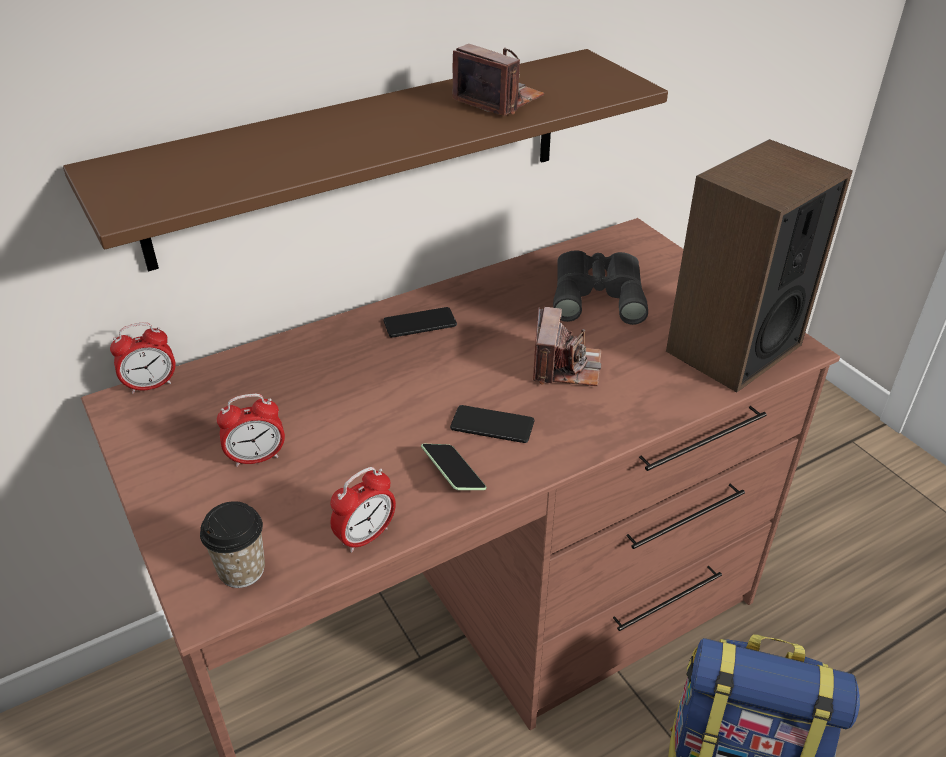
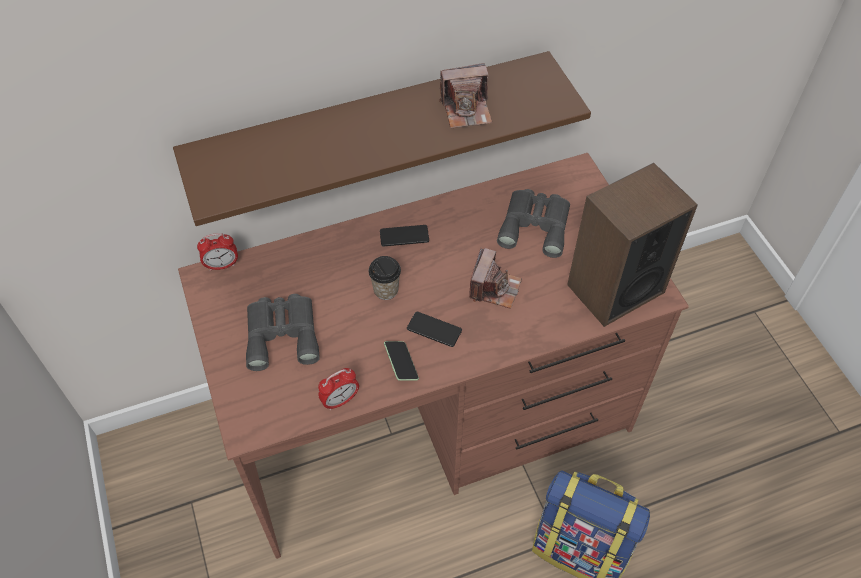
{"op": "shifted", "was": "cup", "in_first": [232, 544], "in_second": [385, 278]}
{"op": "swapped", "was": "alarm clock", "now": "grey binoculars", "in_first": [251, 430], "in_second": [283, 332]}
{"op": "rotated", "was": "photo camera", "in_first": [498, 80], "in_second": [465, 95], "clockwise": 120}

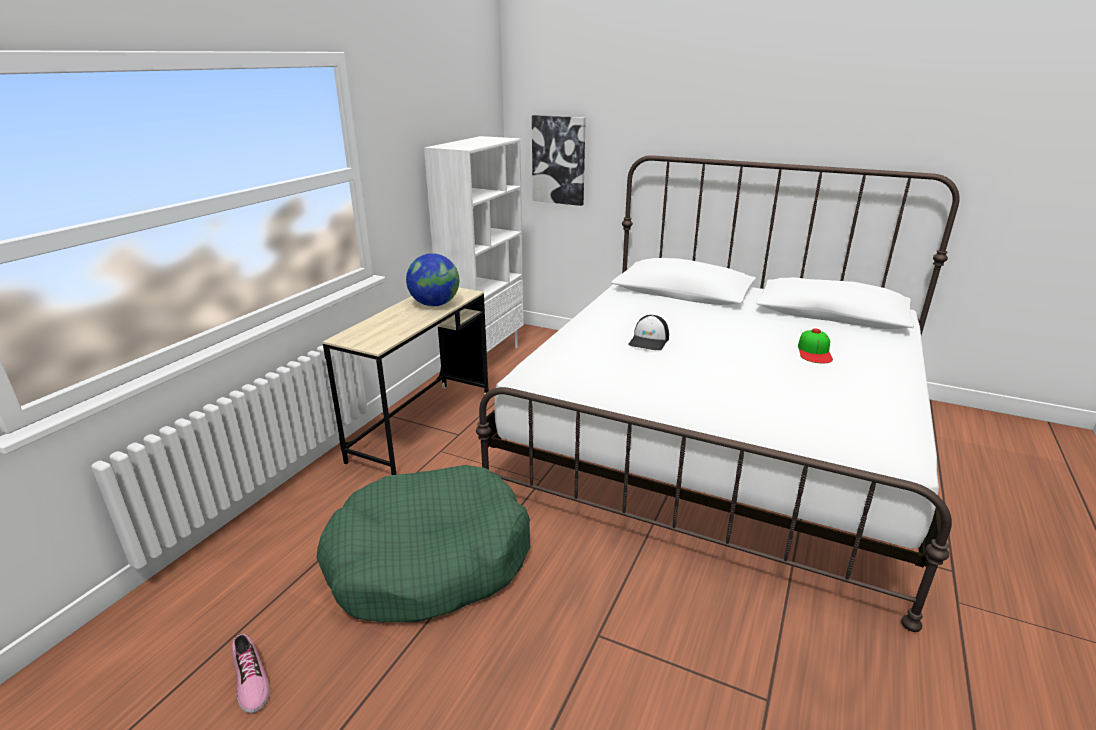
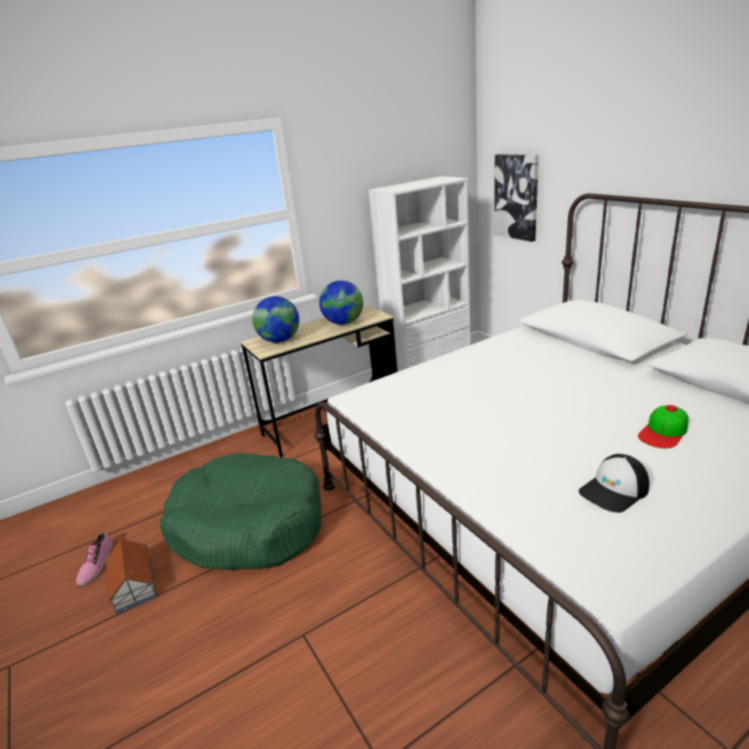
{"op": "new", "now": "toy house", "in_second": [131, 576]}
{"op": "new", "now": "globe", "in_second": [275, 319]}
{"op": "shifted", "was": "cap", "in_first": [648, 332], "in_second": [614, 483]}

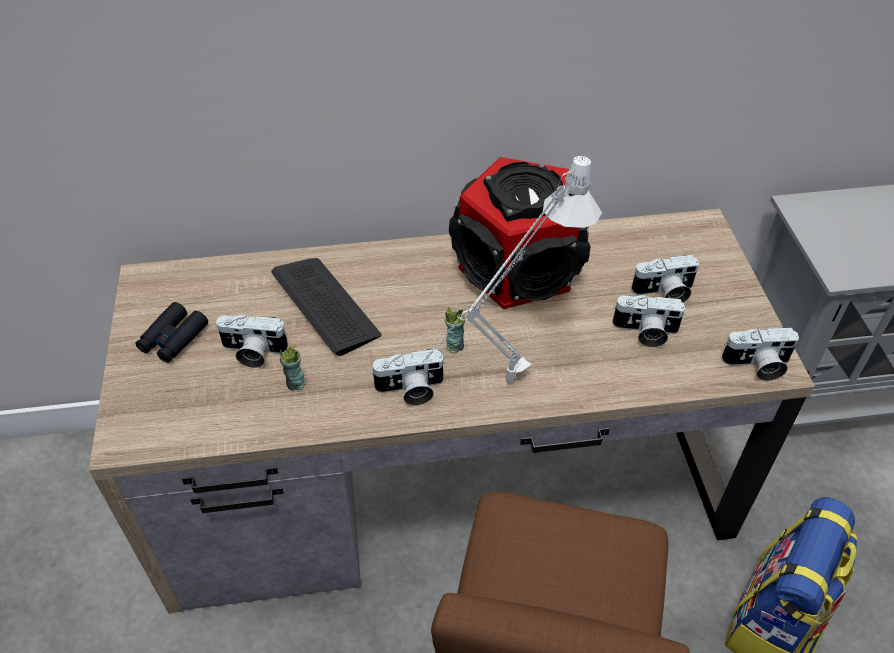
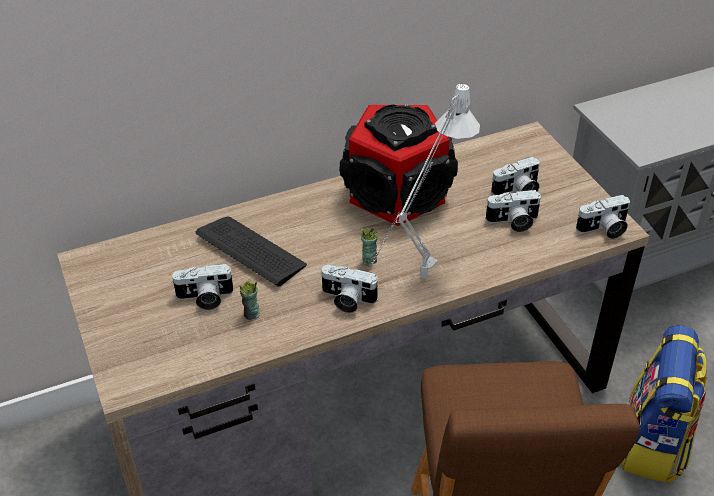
{"op": "gone", "was": "black binoculars", "in_first": [171, 332]}
{"op": "rotated", "was": "photo camera", "in_first": [408, 377], "in_second": [349, 289], "clockwise": 45}

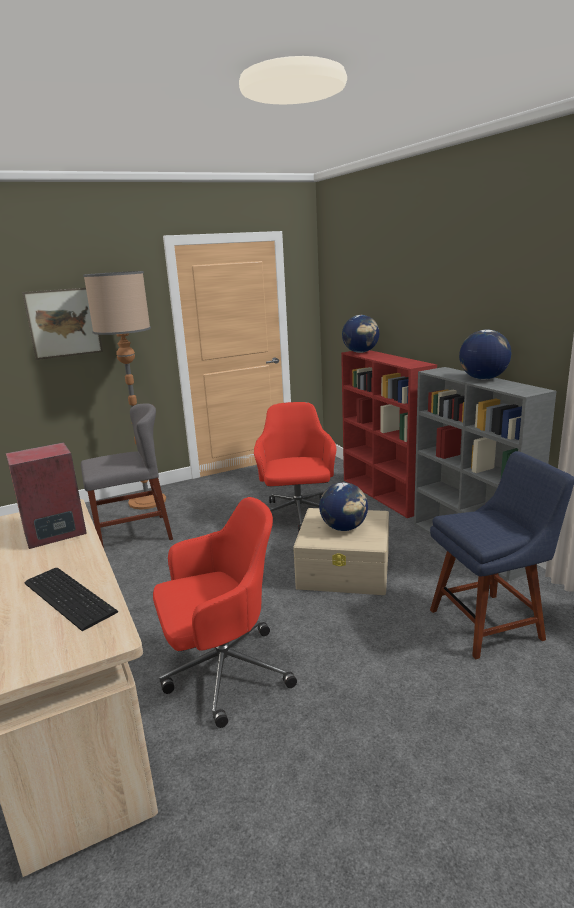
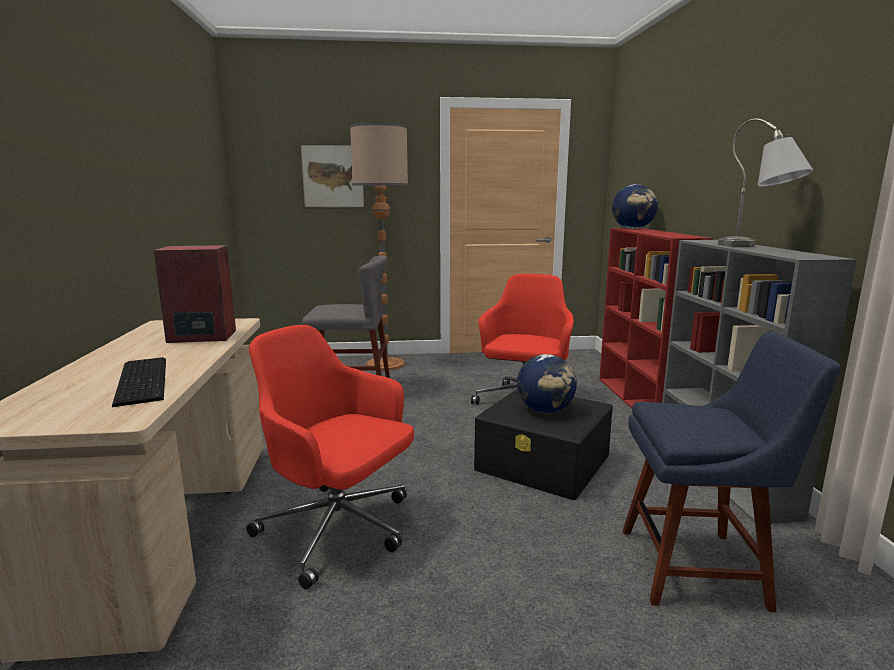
{"op": "swapped", "was": "globe", "now": "grey table lamp", "in_first": [485, 355], "in_second": [766, 182]}
{"op": "repainted", "was": "beige storage box", "now": "black storage box", "in_first": [341, 551], "in_second": [543, 444]}
{"op": "rotated", "was": "red office chair", "in_first": [225, 612], "in_second": [330, 457], "clockwise": -150}

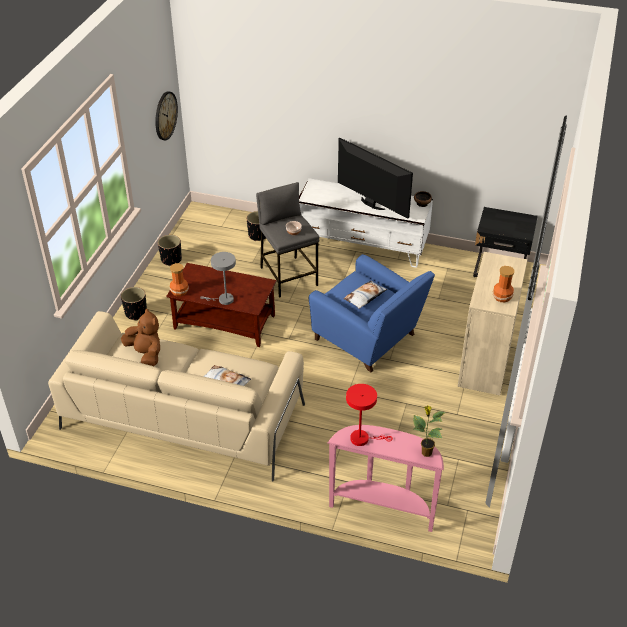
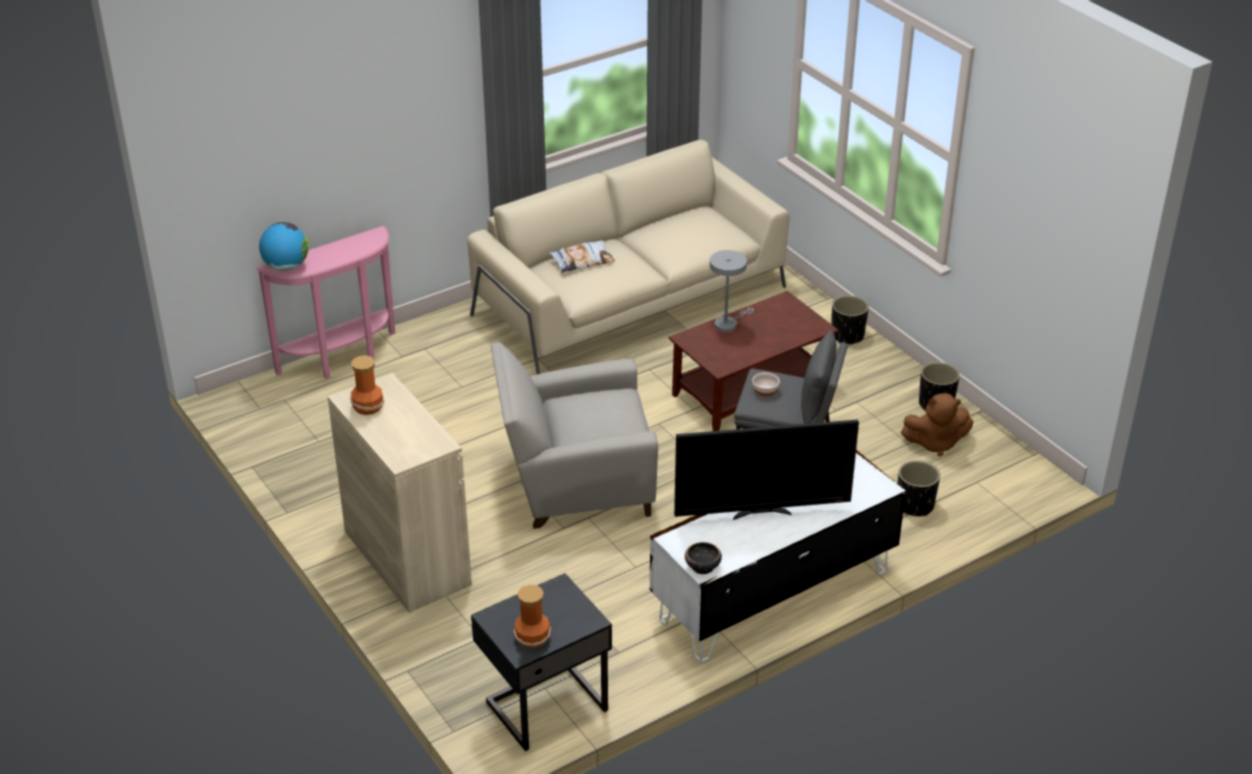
{"op": "gone", "was": "wall clock", "in_first": [166, 115]}
{"op": "gone", "was": "pillow", "in_first": [365, 295]}
{"op": "gone", "was": "red table lamp", "in_first": [369, 415]}
{"op": "shifted", "was": "brown plush toy", "in_first": [140, 337], "in_second": [937, 424]}
{"op": "shifted", "was": "vase", "in_first": [179, 279], "in_second": [532, 616]}
{"op": "swapped", "was": "potted plant", "now": "globe", "in_first": [429, 431], "in_second": [284, 246]}
{"op": "repainted", "was": "blue armchair", "now": "beige armchair", "in_first": [372, 313], "in_second": [574, 435]}

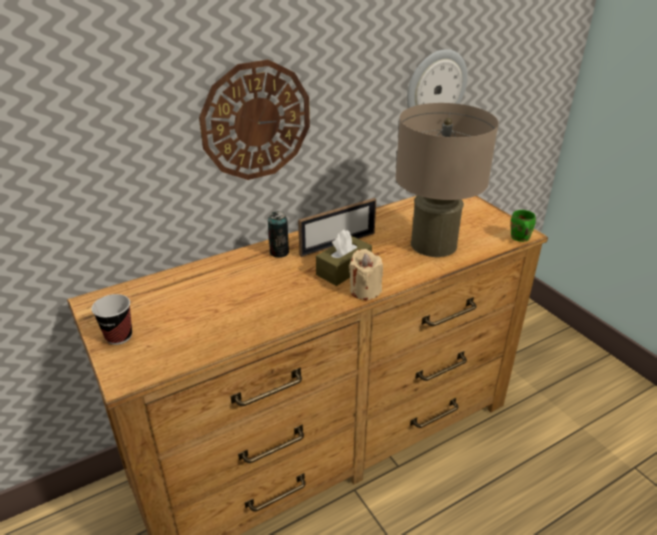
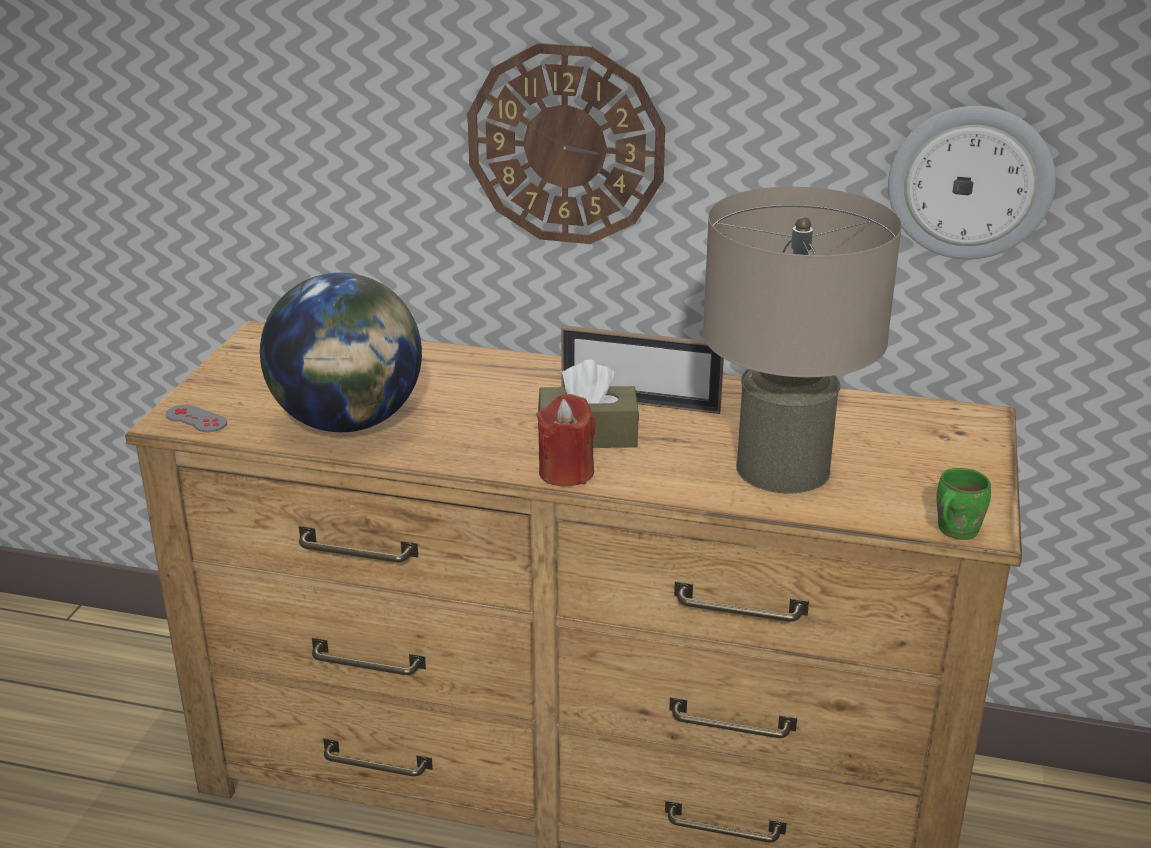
{"op": "gone", "was": "cup", "in_first": [111, 319]}
{"op": "gone", "was": "can", "in_first": [278, 234]}
{"op": "new", "now": "grey game controller", "in_second": [196, 418]}
{"op": "new", "now": "globe", "in_second": [341, 352]}
{"op": "repainted", "was": "beige candle", "now": "red candle", "in_first": [366, 274], "in_second": [566, 440]}

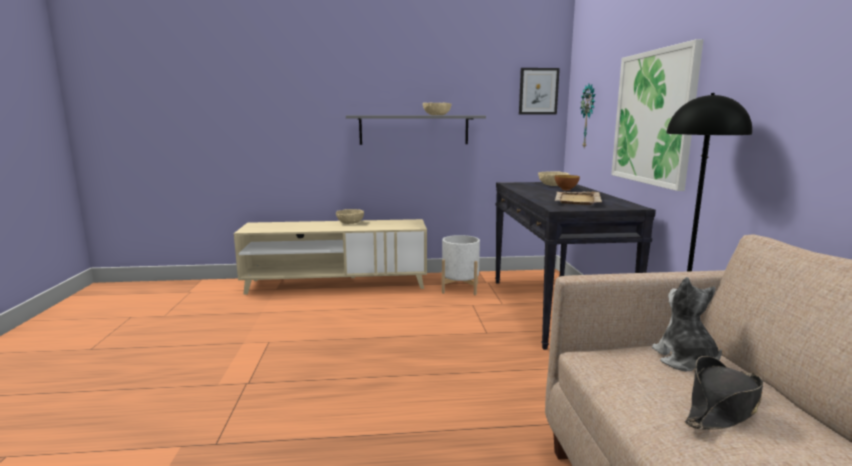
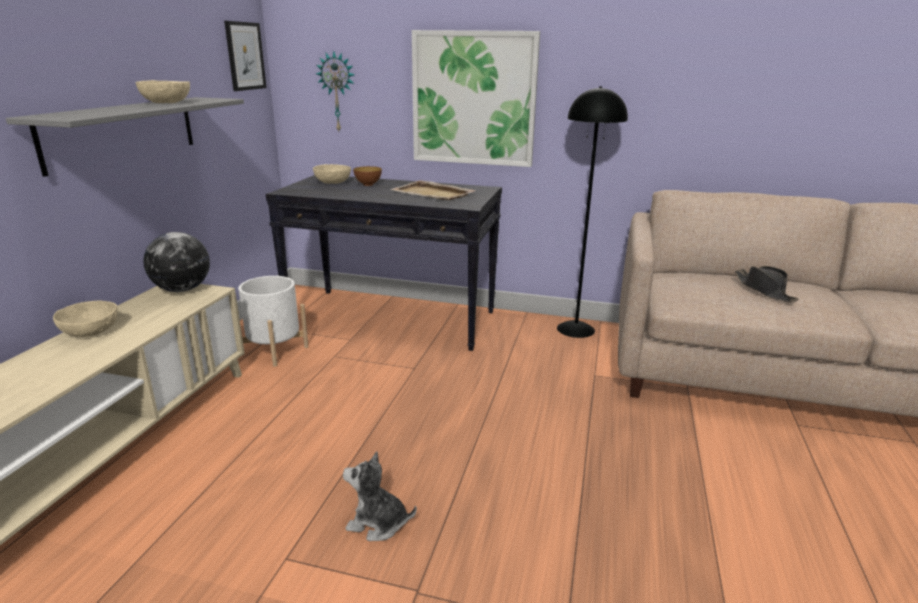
{"op": "new", "now": "globe", "in_second": [176, 262]}
{"op": "shifted", "was": "plush toy", "in_first": [687, 324], "in_second": [380, 496]}

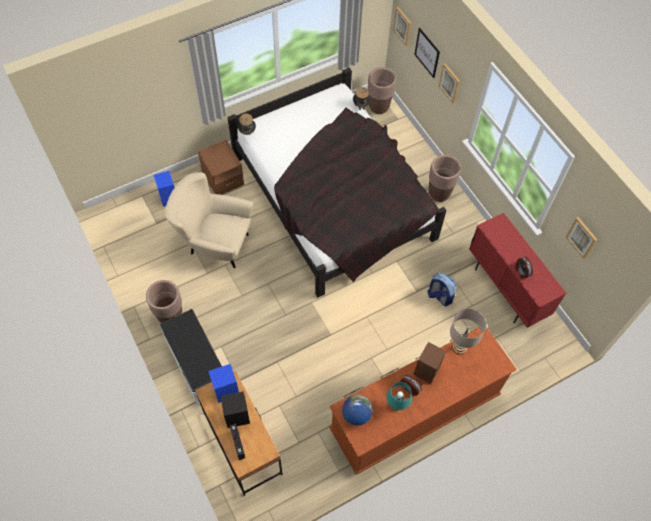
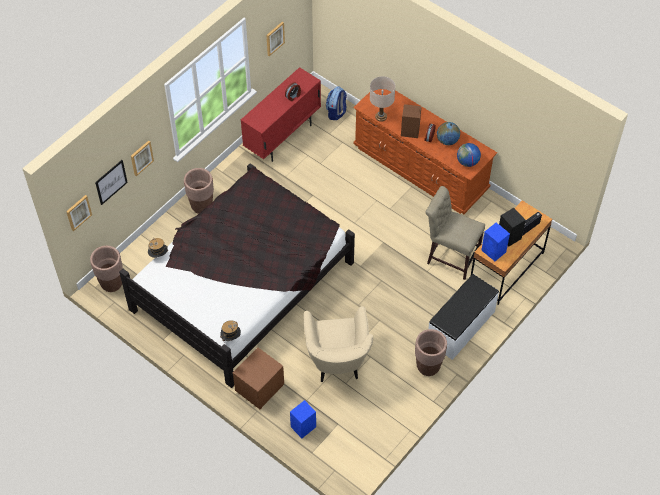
{"op": "new", "now": "beige chair", "in_second": [455, 233]}
{"op": "shifted", "was": "backpack", "in_first": [441, 289], "in_second": [336, 103]}
{"op": "swapped", "was": "turquoise table lamp", "now": "globe", "in_first": [399, 396], "in_second": [448, 133]}

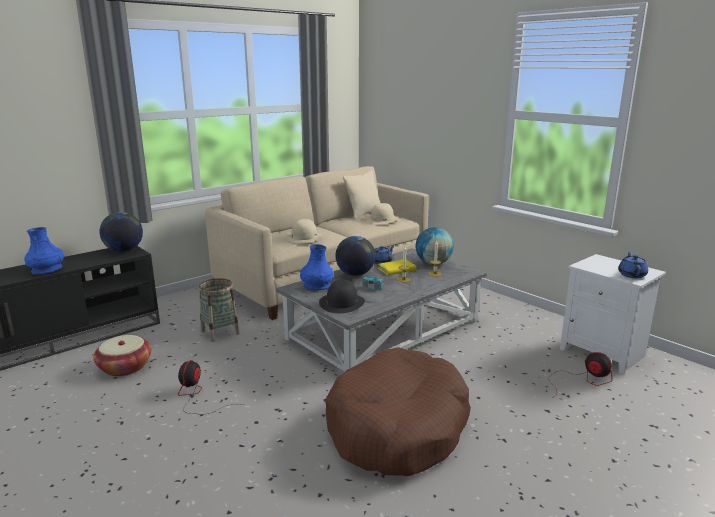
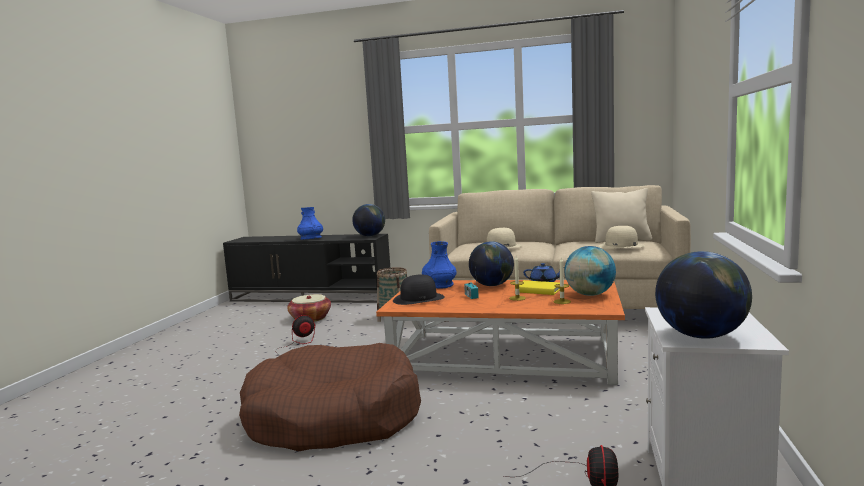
{"op": "swapped", "was": "blue teapot", "now": "globe", "in_first": [633, 265], "in_second": [703, 295]}
{"op": "repainted", "was": "grey coffee table", "now": "orange coffee table", "in_first": [381, 310], "in_second": [500, 332]}

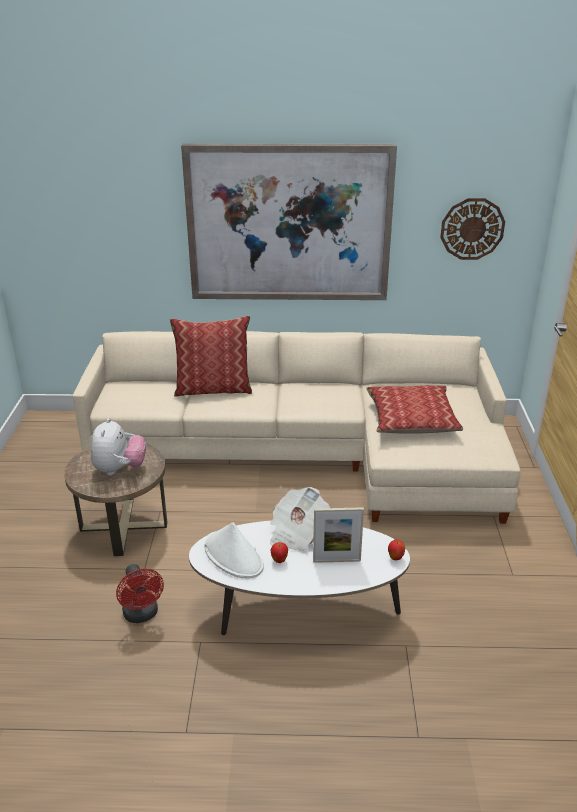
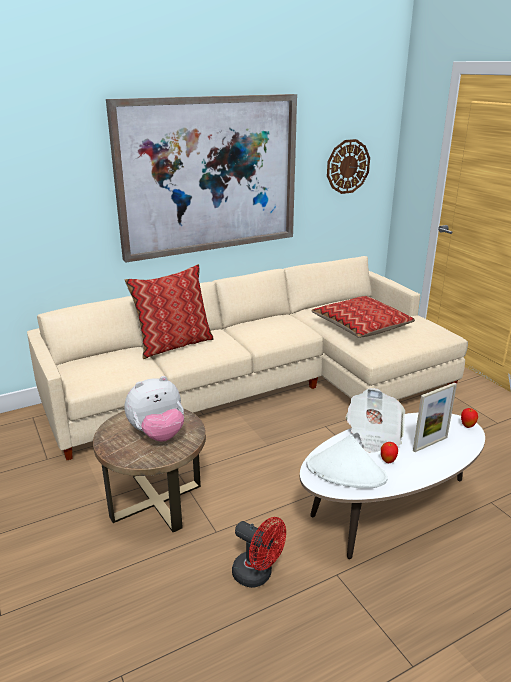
{"op": "rotated", "was": "plush toy", "in_first": [118, 446], "in_second": [154, 409], "clockwise": 90}

